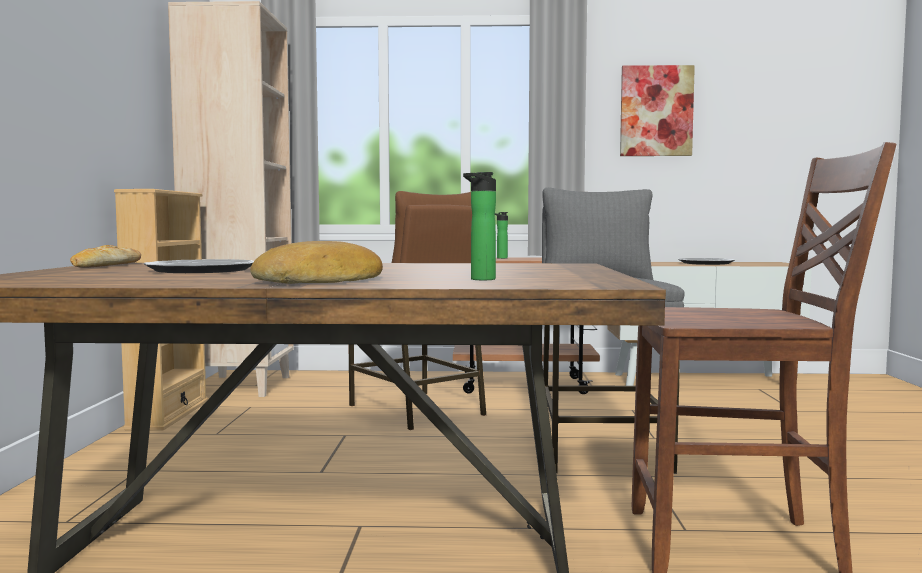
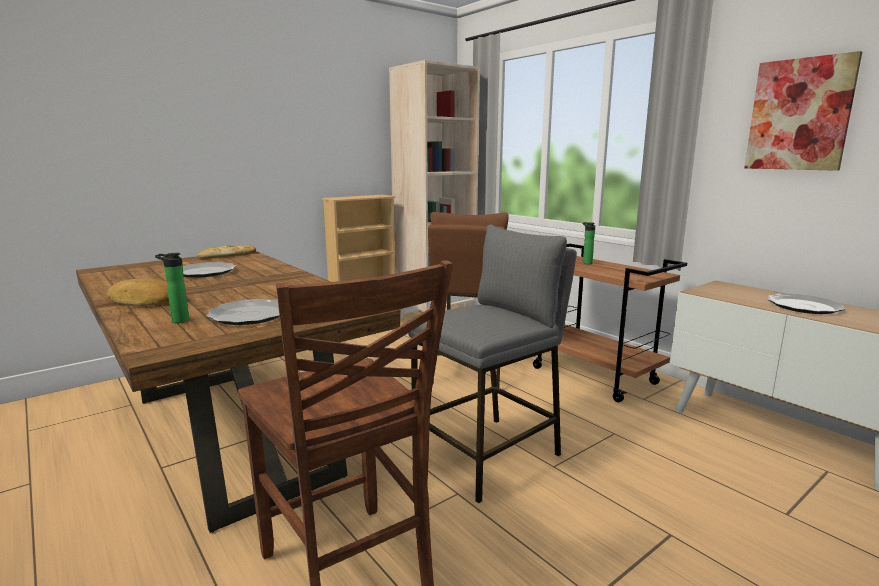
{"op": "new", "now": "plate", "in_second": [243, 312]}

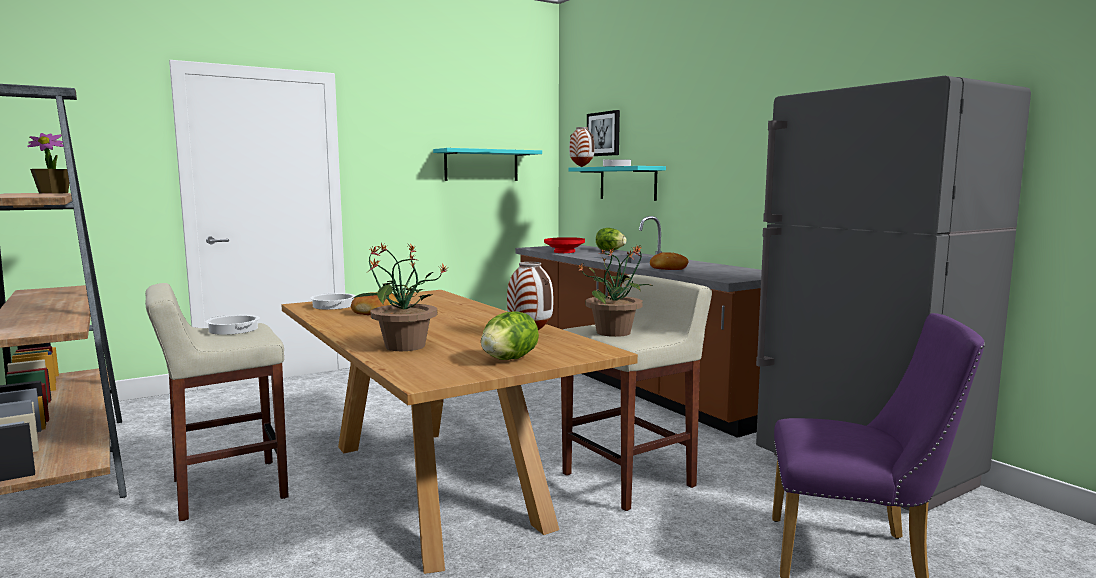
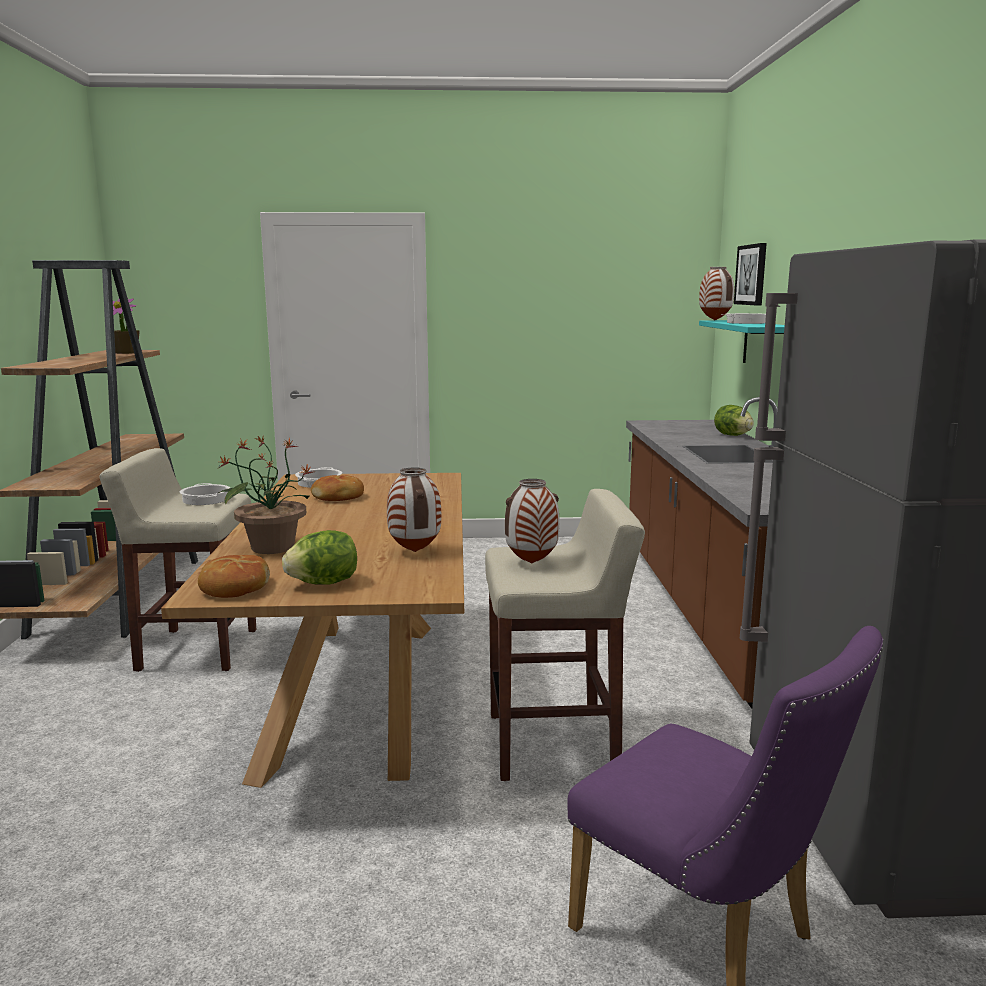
{"op": "gone", "was": "turquoise shelf", "in_first": [487, 164]}
{"op": "gone", "was": "red bowl", "in_first": [564, 245]}
{"op": "shifted", "was": "bread", "in_first": [669, 261], "in_second": [234, 576]}
{"op": "swapped", "was": "potted plant", "now": "vase", "in_first": [615, 290], "in_second": [532, 521]}

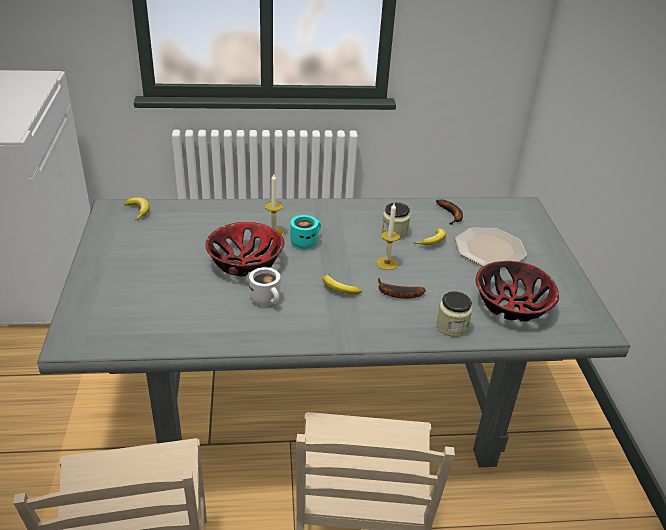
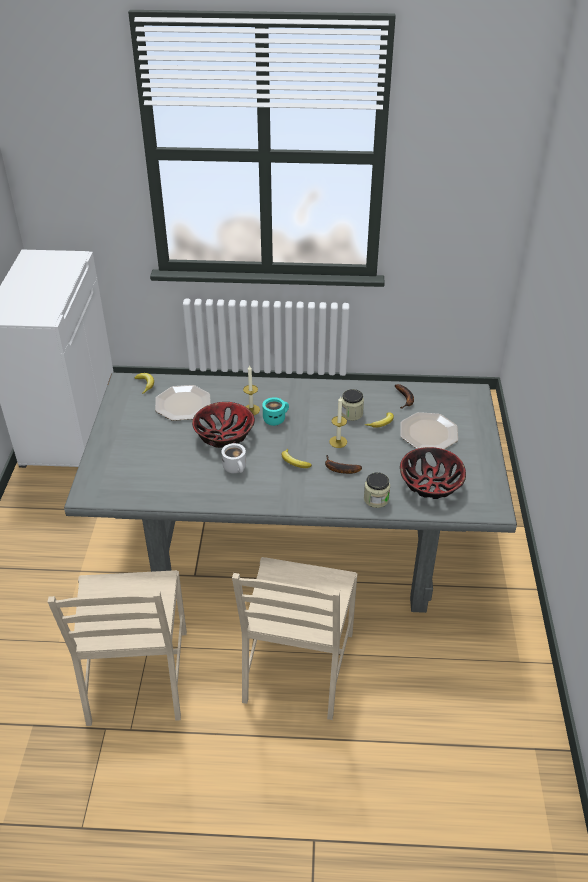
{"op": "new", "now": "plate", "in_second": [183, 403]}

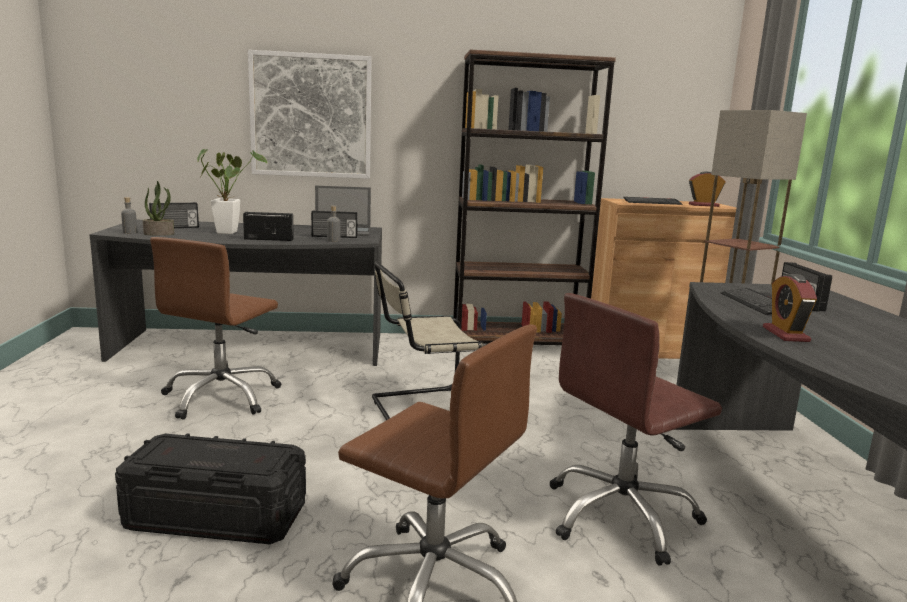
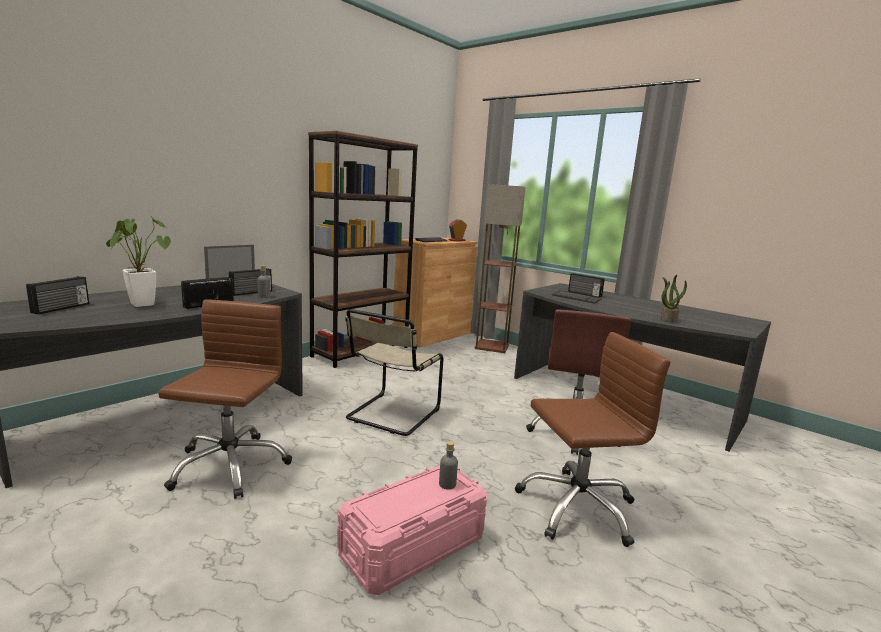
{"op": "gone", "was": "picture", "in_first": [310, 114]}
{"op": "gone", "was": "alarm clock", "in_first": [790, 308]}
{"op": "shifted", "was": "grey bottle", "in_first": [129, 215], "in_second": [448, 465]}
{"op": "shifted", "was": "potted plant", "in_first": [158, 208], "in_second": [674, 299]}
{"op": "repainted", "was": "black storage box", "now": "pink storage box", "in_first": [210, 489], "in_second": [412, 530]}
{"op": "rotated", "was": "brown office chair", "in_first": [215, 328], "in_second": [225, 399], "clockwise": -150}

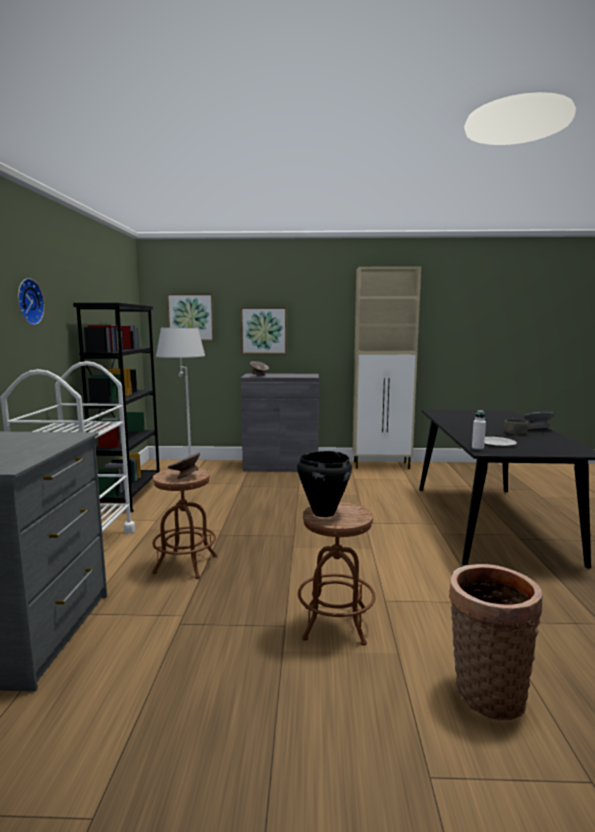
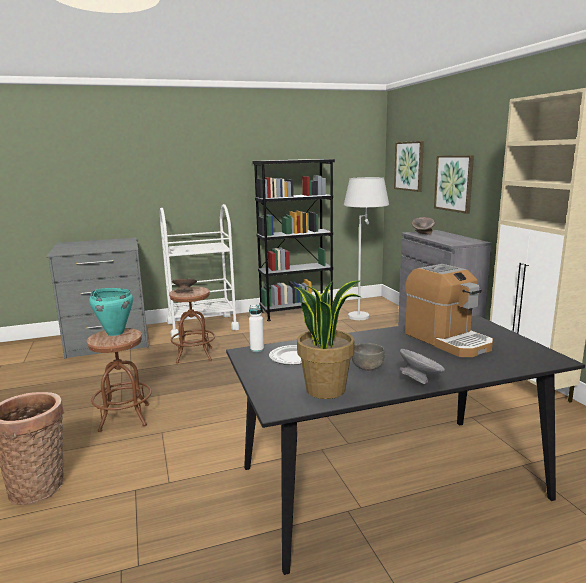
{"op": "gone", "was": "wall clock", "in_first": [31, 301]}
{"op": "new", "now": "potted plant", "in_second": [327, 339]}
{"op": "new", "now": "coffee machine", "in_second": [449, 310]}
{"op": "repainted", "was": "black cooking pot", "now": "turquoise cooking pot", "in_first": [324, 484], "in_second": [111, 312]}

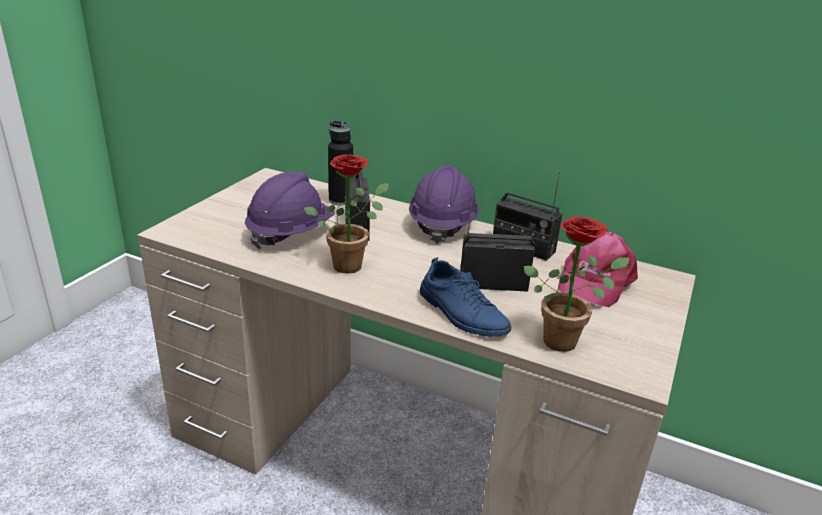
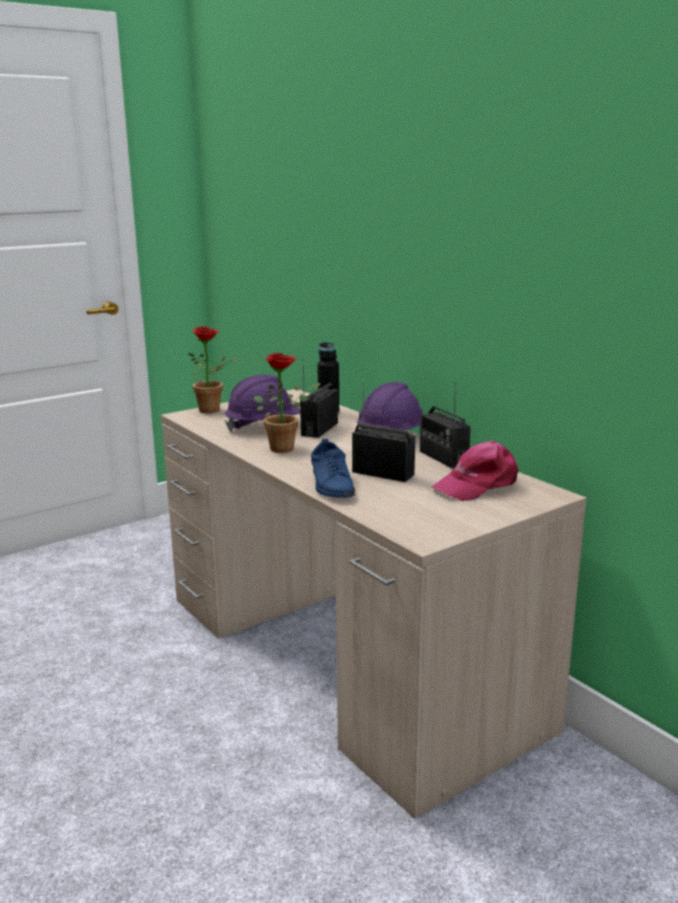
{"op": "shifted", "was": "potted plant", "in_first": [577, 284], "in_second": [213, 369]}

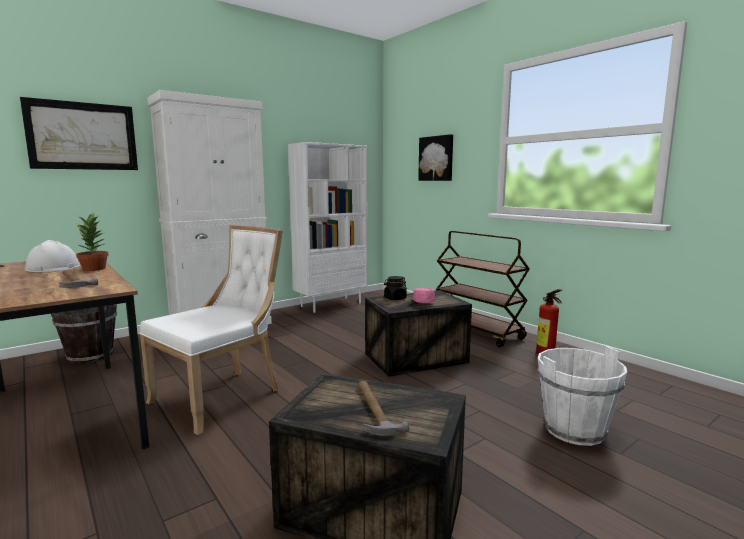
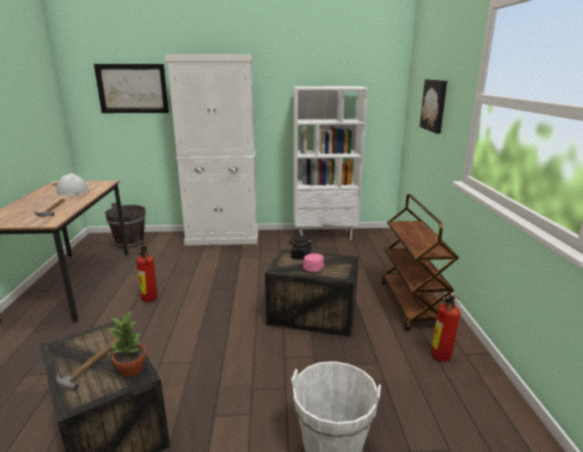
{"op": "shifted", "was": "potted plant", "in_first": [92, 242], "in_second": [127, 344]}
{"op": "swapped", "was": "white chair", "now": "fire extinguisher", "in_first": [211, 330], "in_second": [146, 273]}

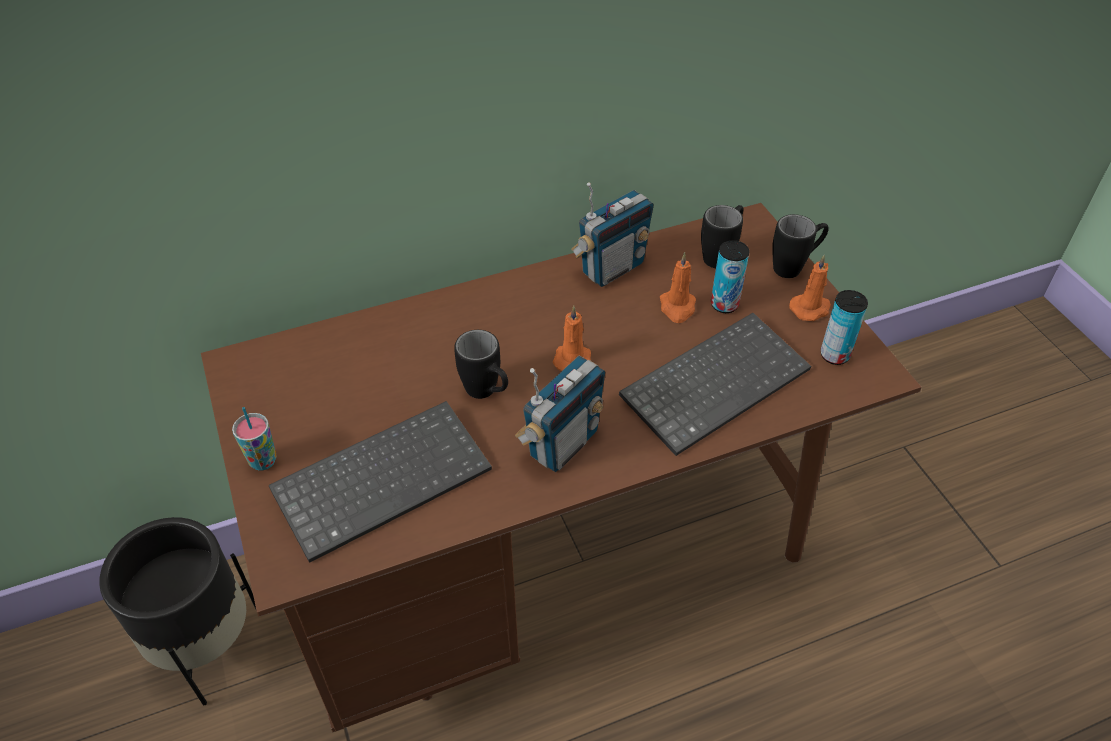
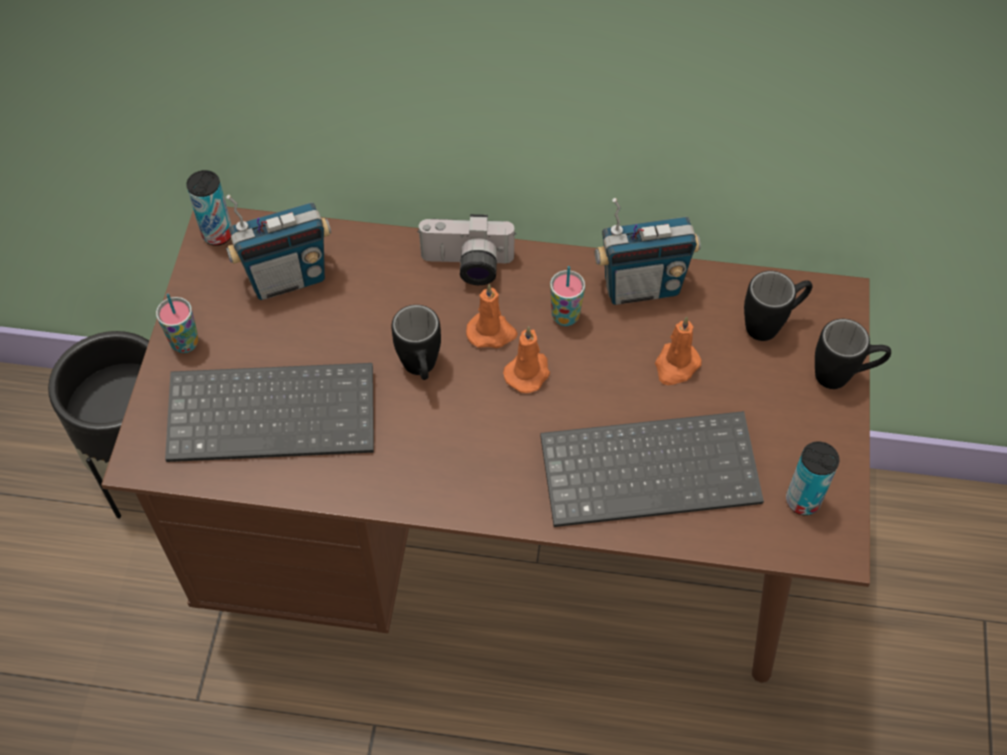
{"op": "new", "now": "photo camera", "in_second": [466, 249]}
{"op": "new", "now": "cup", "in_second": [567, 296]}
{"op": "shifted", "was": "radio", "in_first": [560, 414], "in_second": [278, 247]}
{"op": "shifted", "was": "can", "in_first": [730, 276], "in_second": [209, 208]}
{"op": "shifted", "was": "orange candle", "in_first": [810, 287], "in_second": [492, 316]}

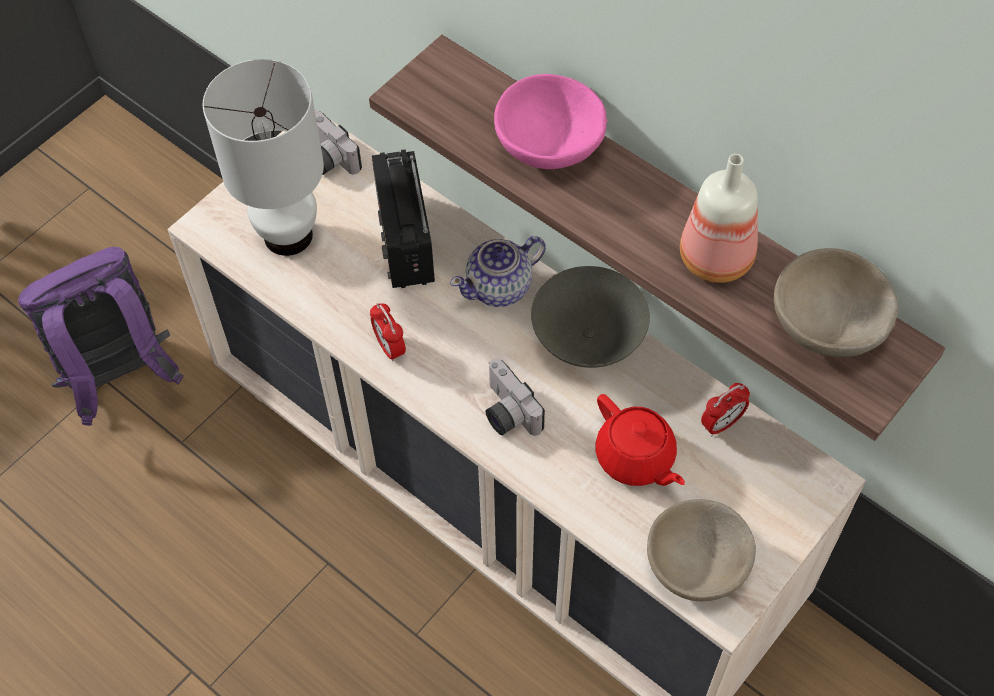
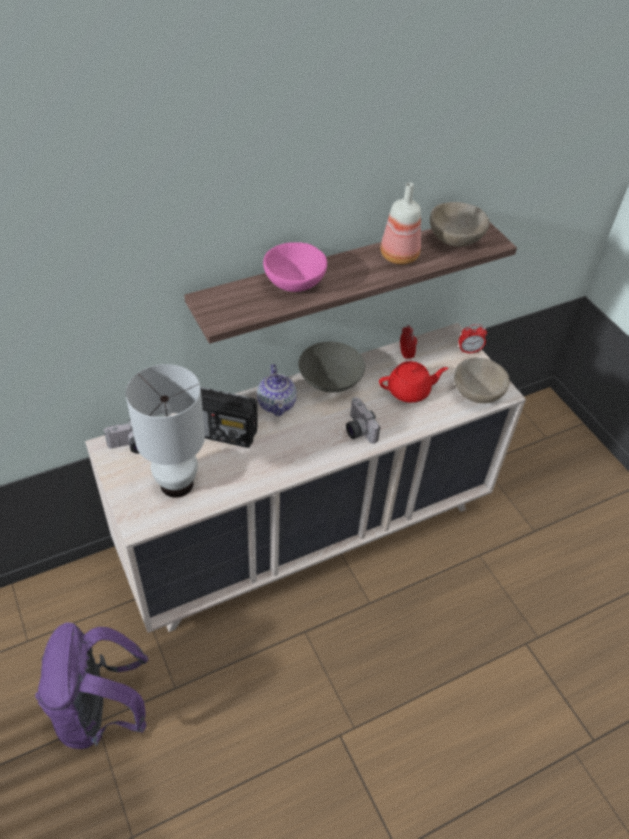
{"op": "shifted", "was": "alarm clock", "in_first": [388, 332], "in_second": [472, 338]}
{"op": "rotated", "was": "photo camera", "in_first": [515, 397], "in_second": [363, 420], "clockwise": 75}

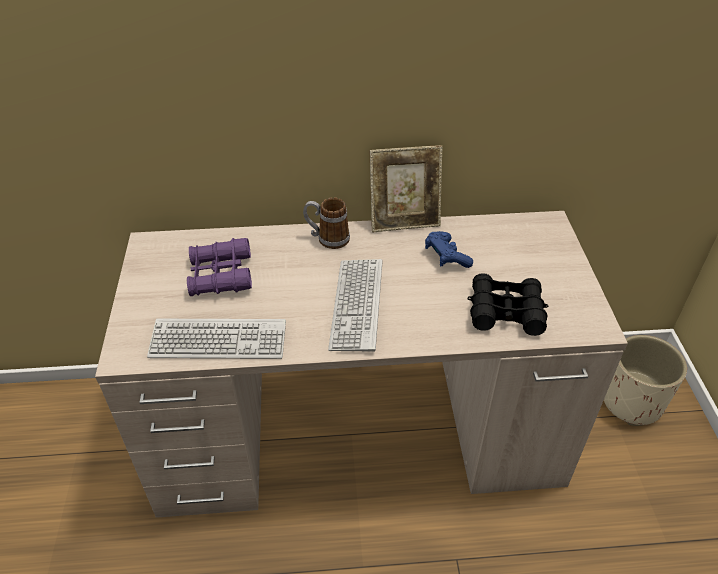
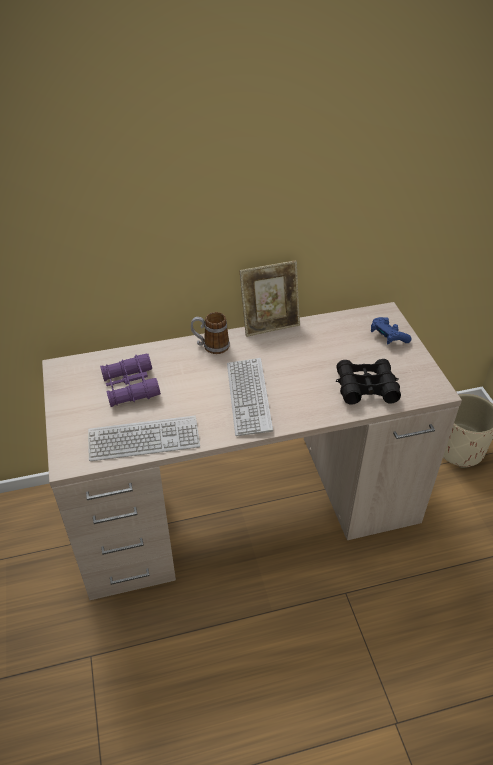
{"op": "shifted", "was": "blue game controller", "in_first": [449, 249], "in_second": [391, 330]}

